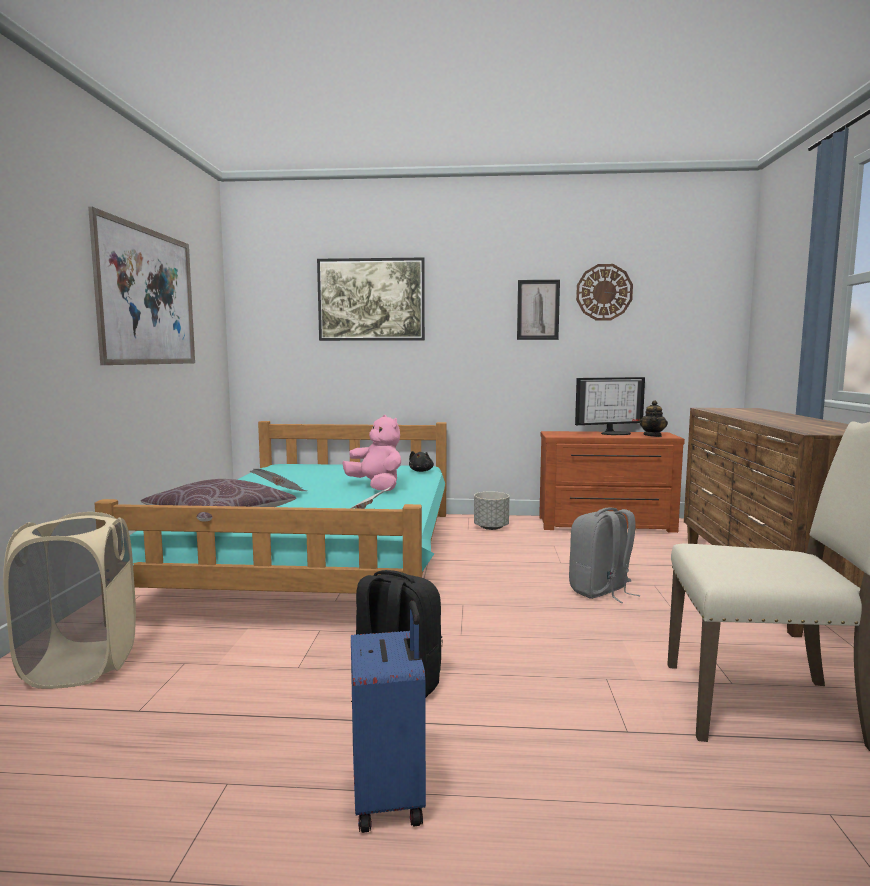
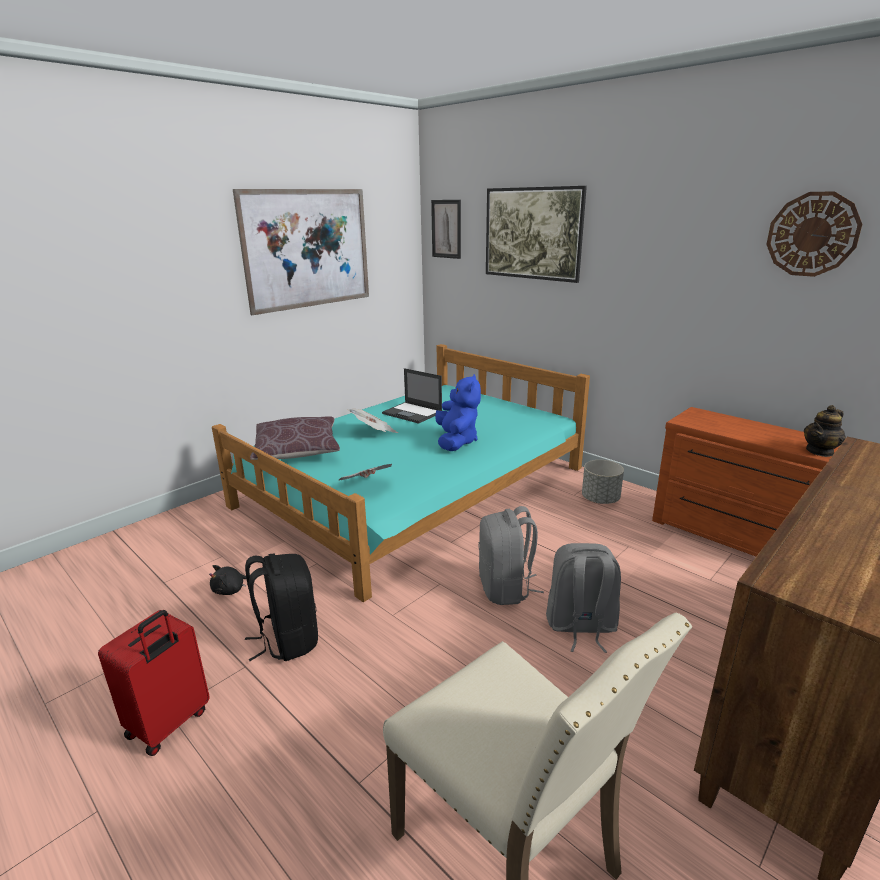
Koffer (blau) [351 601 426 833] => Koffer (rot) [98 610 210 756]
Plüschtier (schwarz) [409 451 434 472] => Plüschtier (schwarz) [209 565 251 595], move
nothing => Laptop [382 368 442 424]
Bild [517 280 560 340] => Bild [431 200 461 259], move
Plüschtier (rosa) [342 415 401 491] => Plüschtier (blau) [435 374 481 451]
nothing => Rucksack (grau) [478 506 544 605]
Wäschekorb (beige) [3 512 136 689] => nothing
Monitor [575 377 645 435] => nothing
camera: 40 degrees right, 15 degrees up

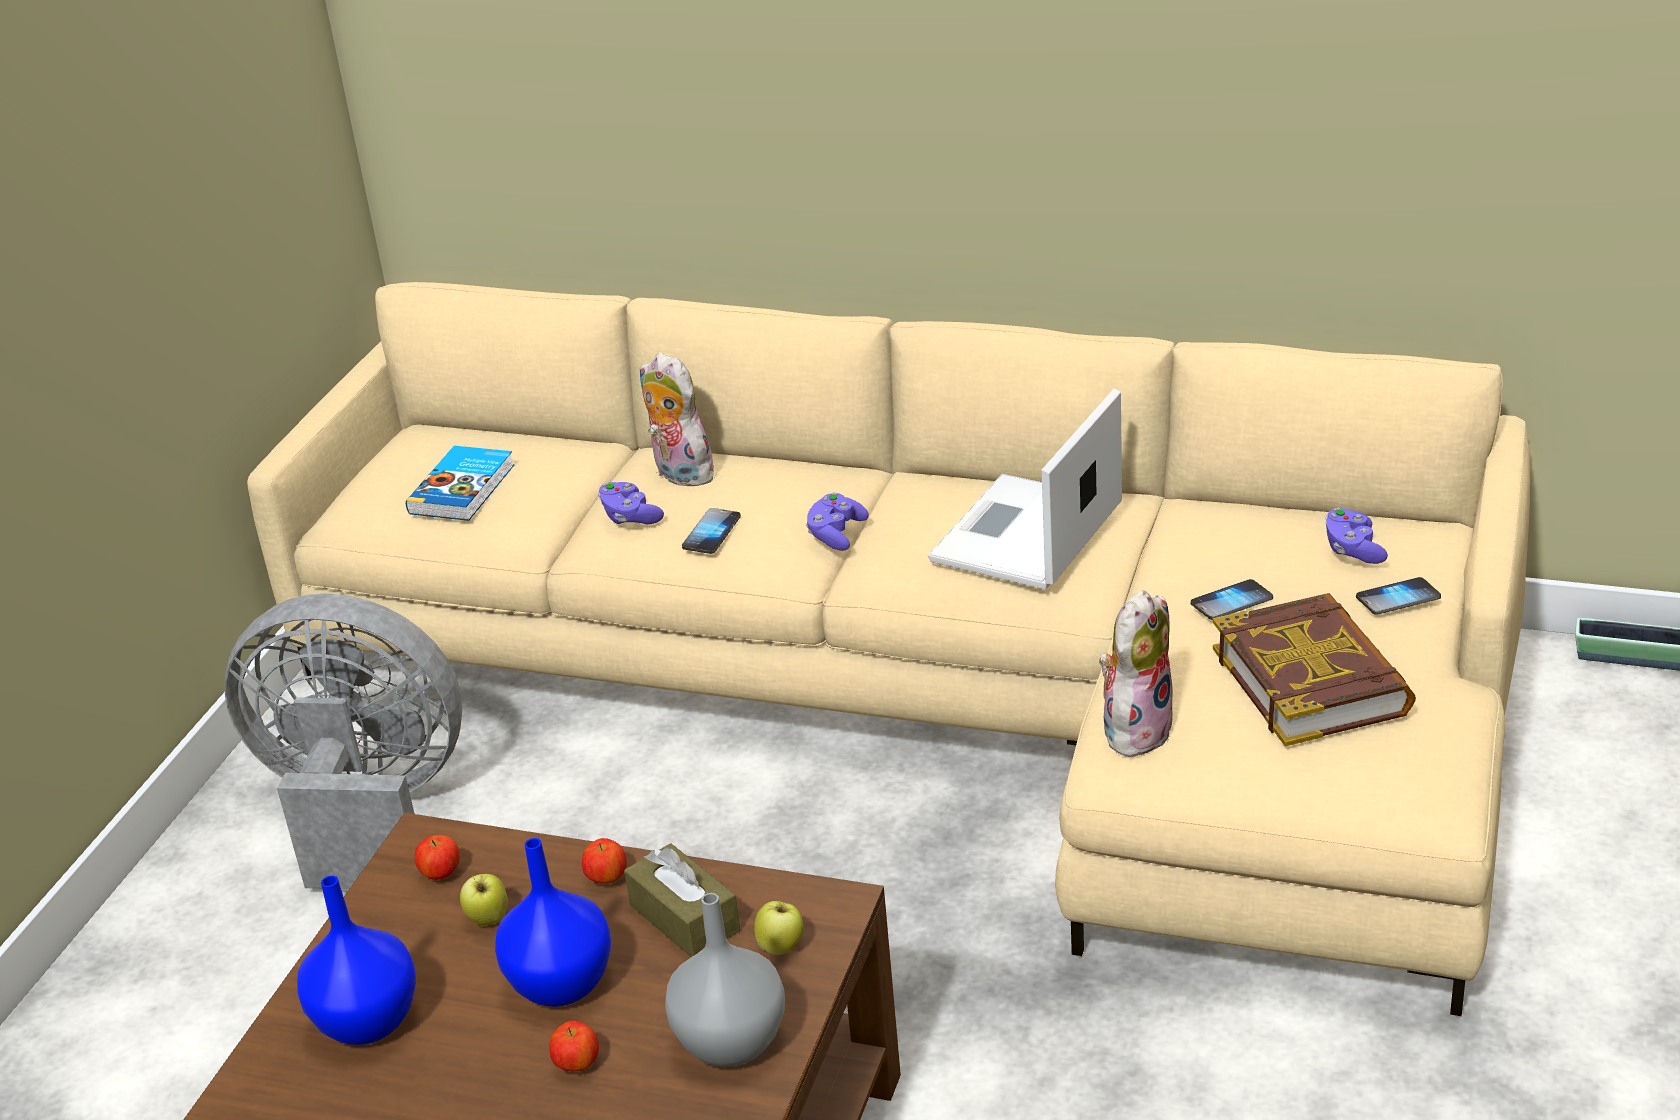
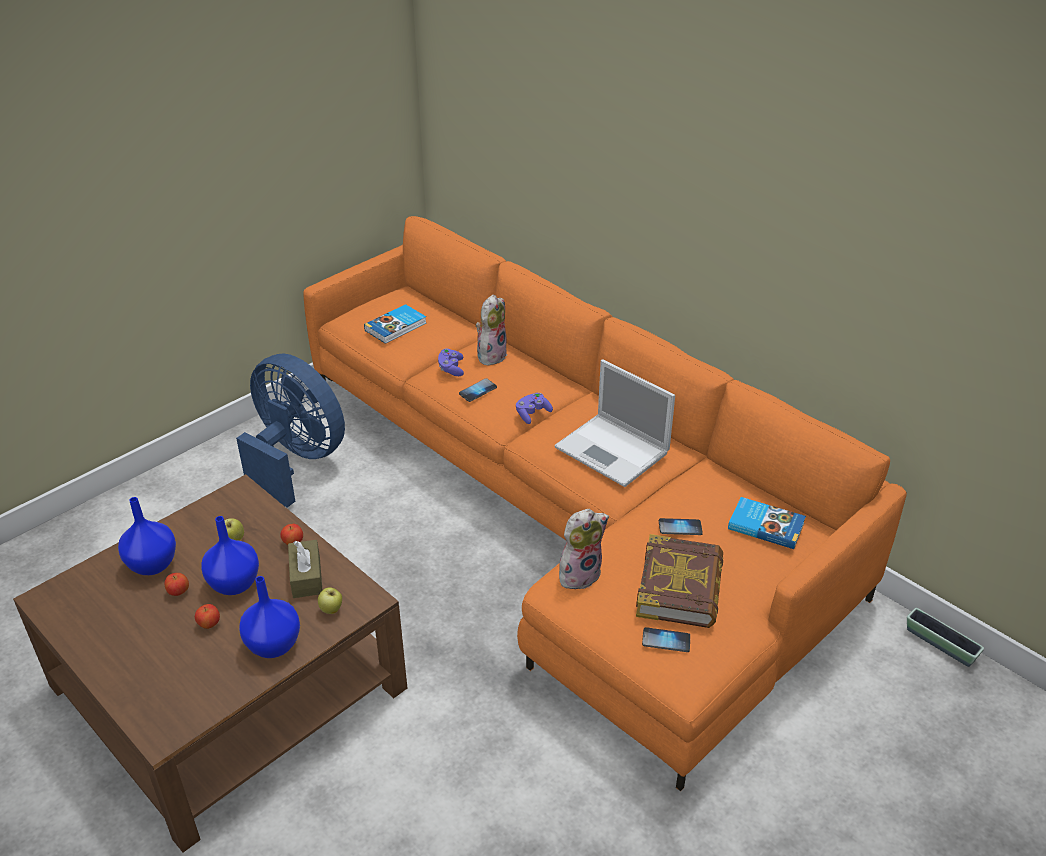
Apfel [415 835 460 880] => Apfel [164 573 189 596], move
Ventilator (grau) [225 593 462 890] => Ventilator (blau) [236 353 345 508]
Vase (grau) [665 893 785 1067] => Vase (blau) [239 576 300 658]
Sofa (beige) [247 282 1531 1017] => Sofa (orange) [303 216 907 791]
Plüschtier [640 352 715 486] => Plüschtier [476 294 508 366], 45 degrees clockwise
Laptop [928 389 1122 590] => Laptop [554 359 675 487], 105 degrees counterclockwise
Handy [1356 577 1441 615] => Handy [642 627 690 652], move
Gamepad (lila) [1325 508 1388 564] => Buch [728 497 806 549]
camera: 25 degrees right, 5 degrees up

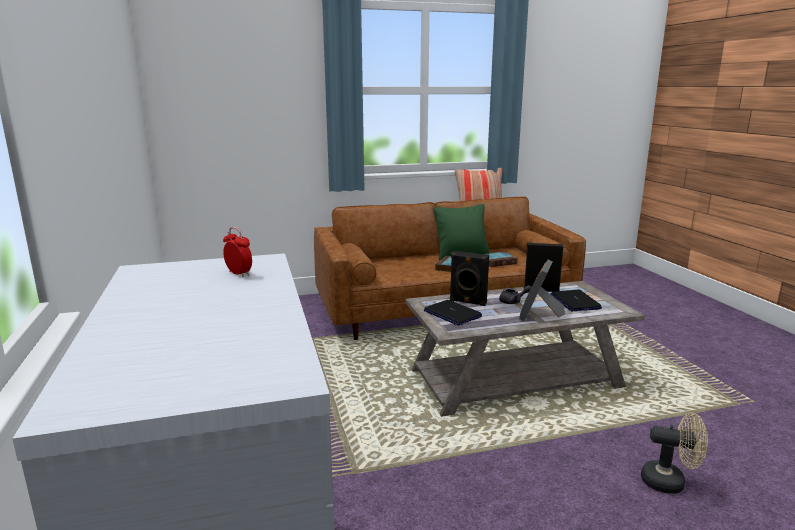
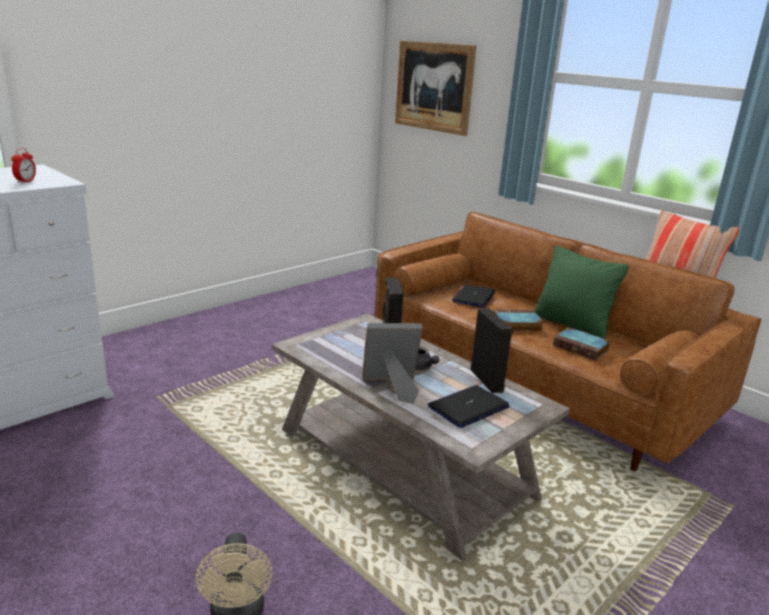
nothing => Bild [395 41 477 136]
Laptop [424 300 482 326] => Laptop [452 285 495 308], move
camera: 60 degrees right, 5 degrees up

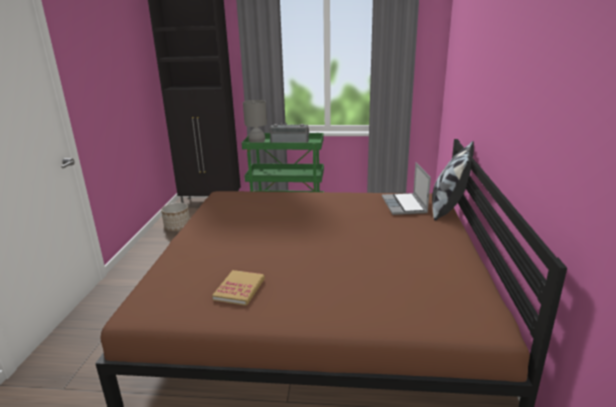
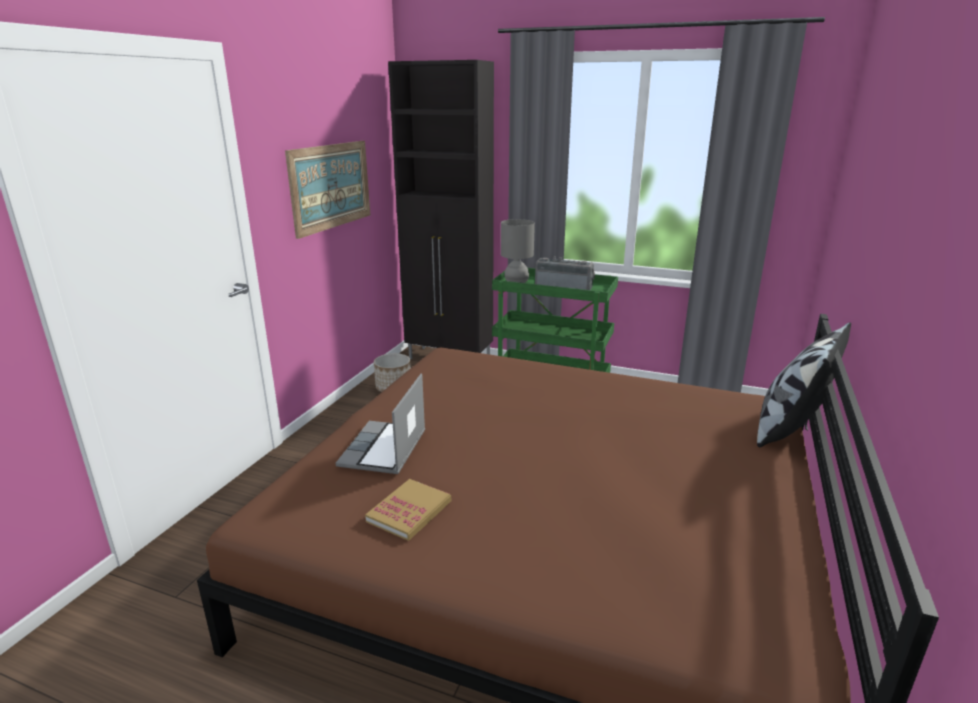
nothing => Bild [285 141 370 239]
Laptop [382 162 431 215] => Laptop [336 374 425 474], move
camera: 15 degrees right, 0 degrees up

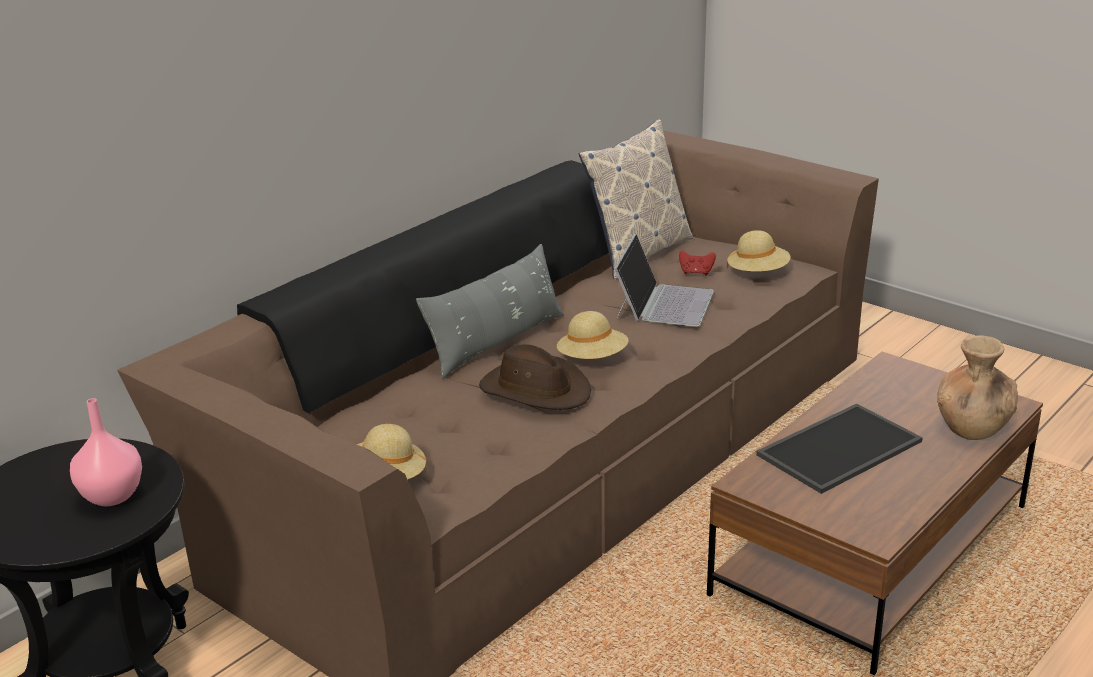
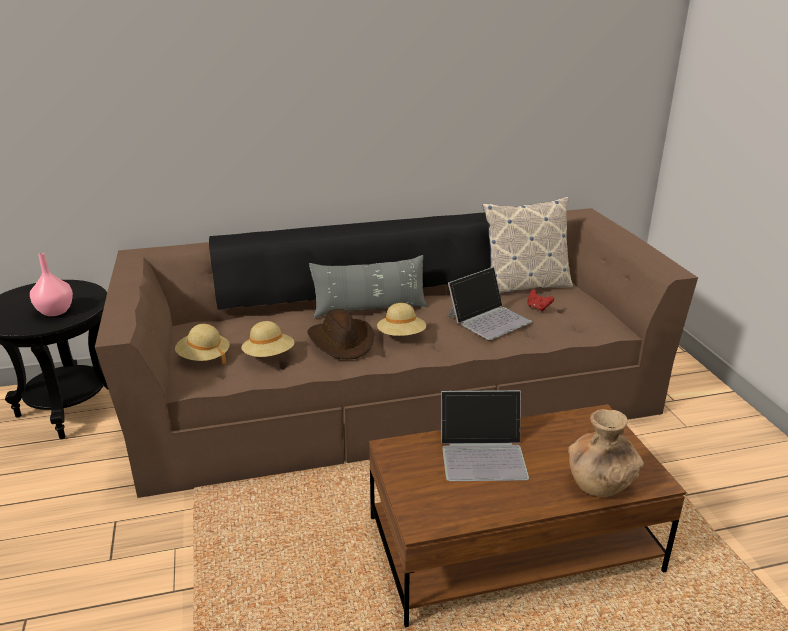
Hut (beige) [727 230 791 272] => Hut (beige) [241 321 294 357], move
Tablett [756 404 923 494] => Laptop [440 390 529 481]
camera: 35 degrees right, 0 degrees up

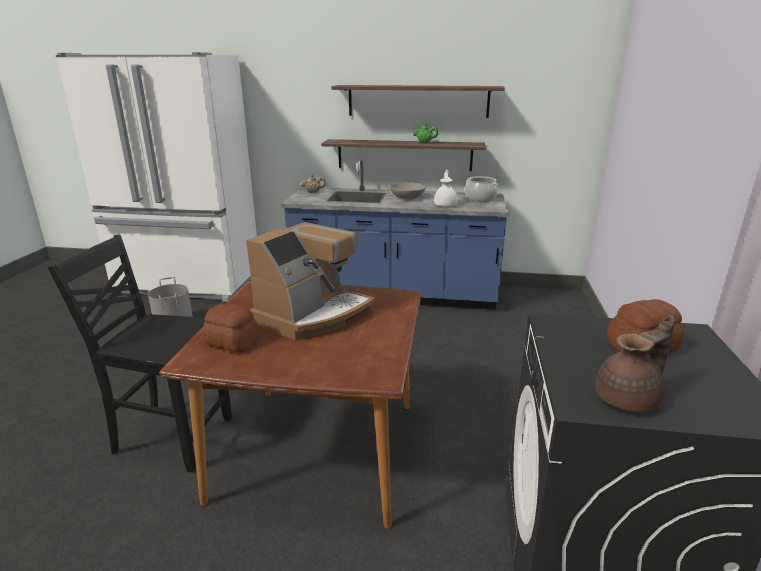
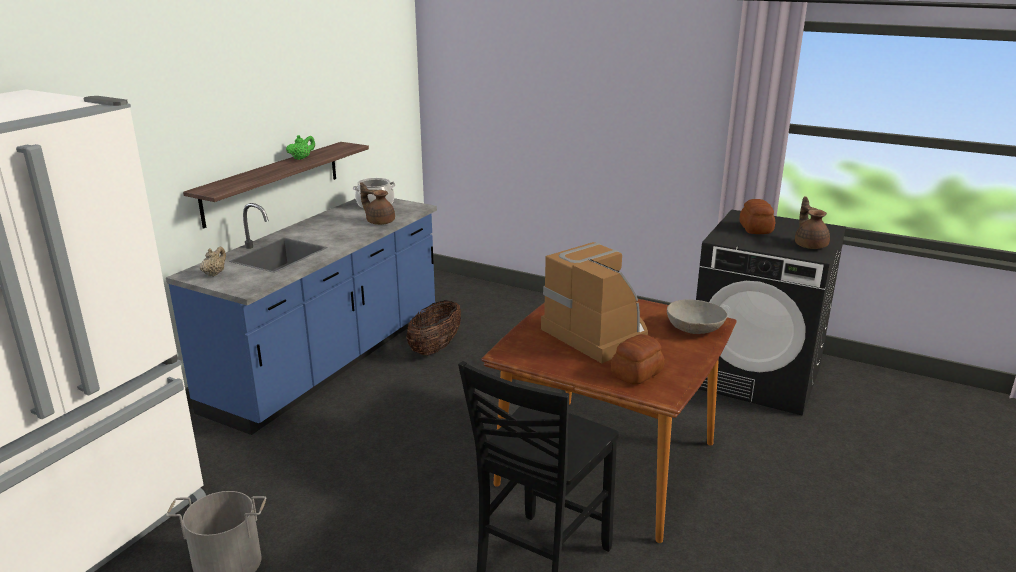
Teekanne (weiß) [434 170 458 207] => Teekanne (braun) [360 182 395 225]
nothing => Korb [406 300 461 355]
Schüssel (grau) [390 182 426 199] => Schüssel (grau) [667 299 727 334], move
Wandregal [331 85 505 118] => nothing
camera: 70 degrees left, 0 degrees up

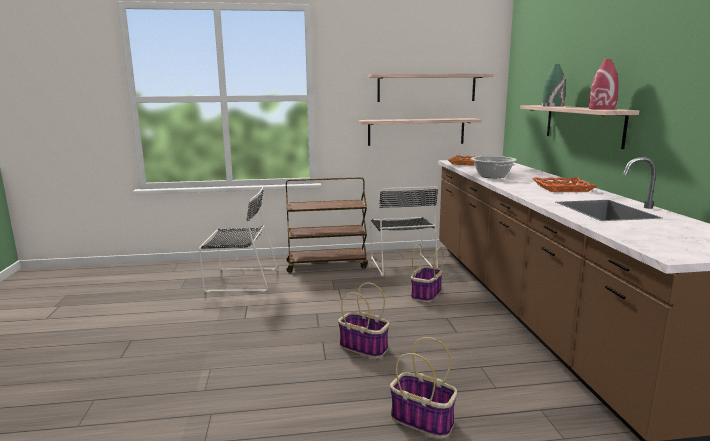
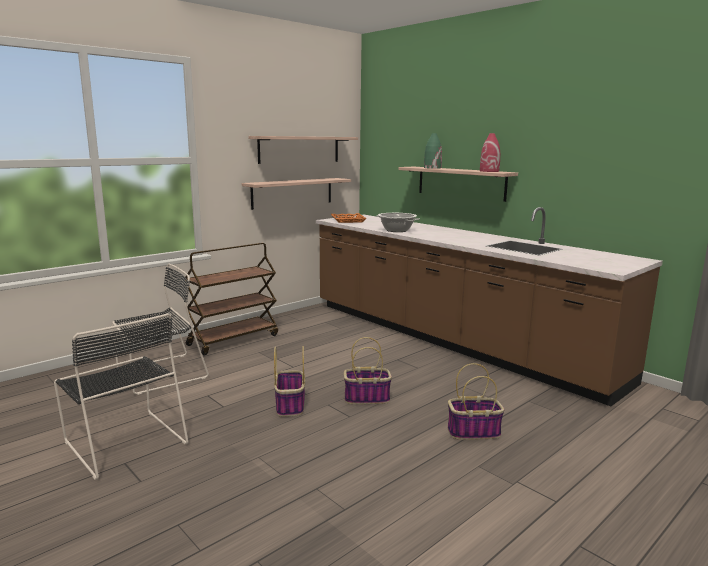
Stuhl (schwarz) [370 186 438 276] => Stuhl (schwarz) [54 313 189 480], move
Korb [411 243 443 302] => Korb [274 346 305 417], move
Tablett (orange) [532 177 597 192] => nothing
camera: 35 degrees left, 0 degrees up

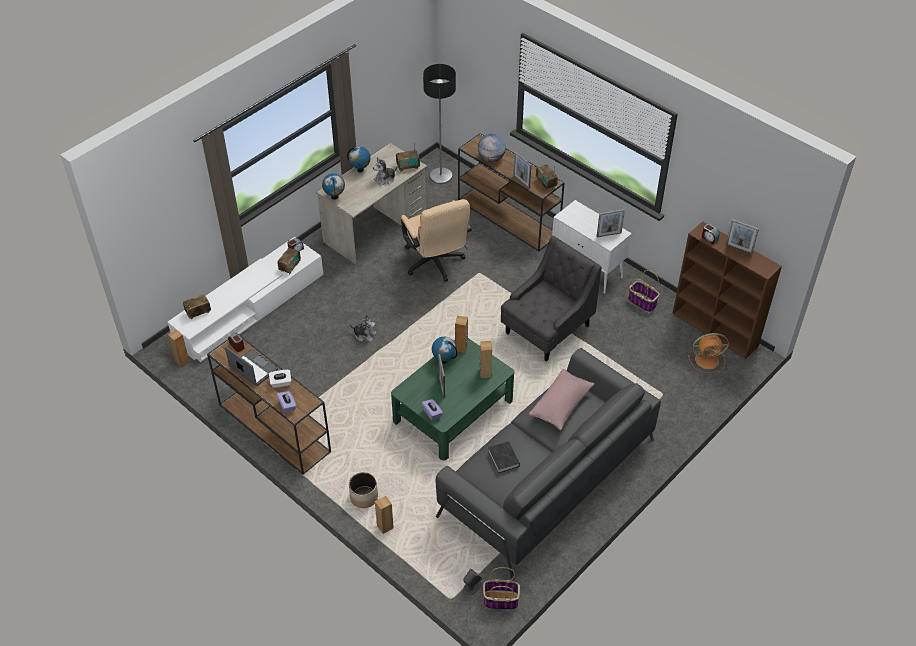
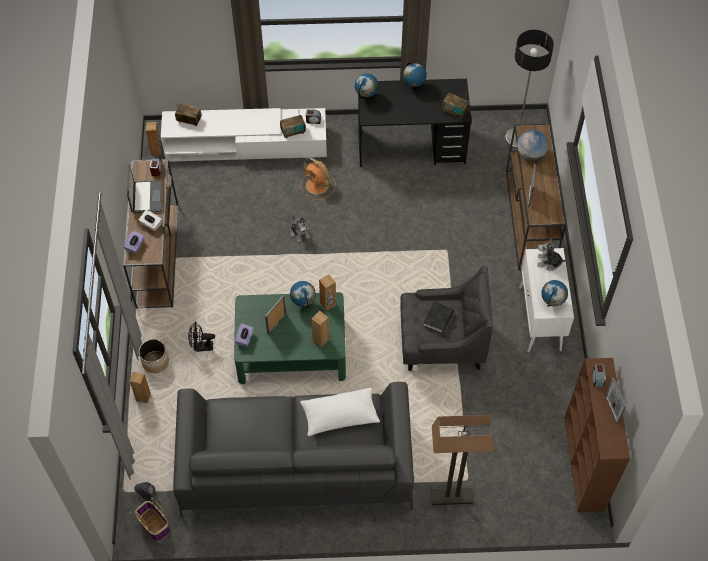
nothing => Ventilator (schwarz) [188 322 215 352]
Ventilator (orange) [688 333 729 373] => Ventilator (orange) [300 157 336 200], move
Kissen (rosa) [529 369 595 430] => Kissen (weiß) [300 388 380 436]
Schreibtisch (beige) [316 143 427 265] => Schreibtisch (schwarz) [358 79 472 167]
Buch (schwarz) [488 442 520 473] => Buch (schwarz) [423 301 454 334], move
nothing => Stehlampe [431 415 494 505]
Plüschtier [373 157 397 186] => Plüschtier [537 238 568 271], move
Bilderrahmen [597 209 625 237] => Globus [542 280 568 307]
Bürostuhl (beige) [401 199 472 282] => nothing
Radio [536 164 558 190] => nothing
Korb [628 270 659 313] => nothing
camera: 45 degrees right, 10 degrees up

